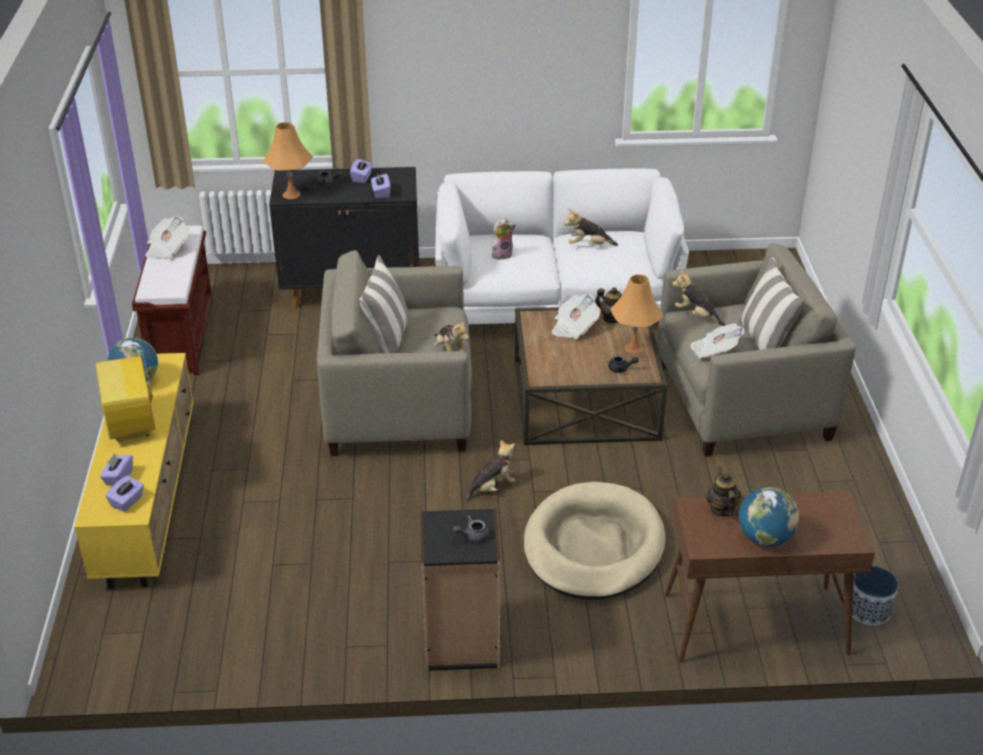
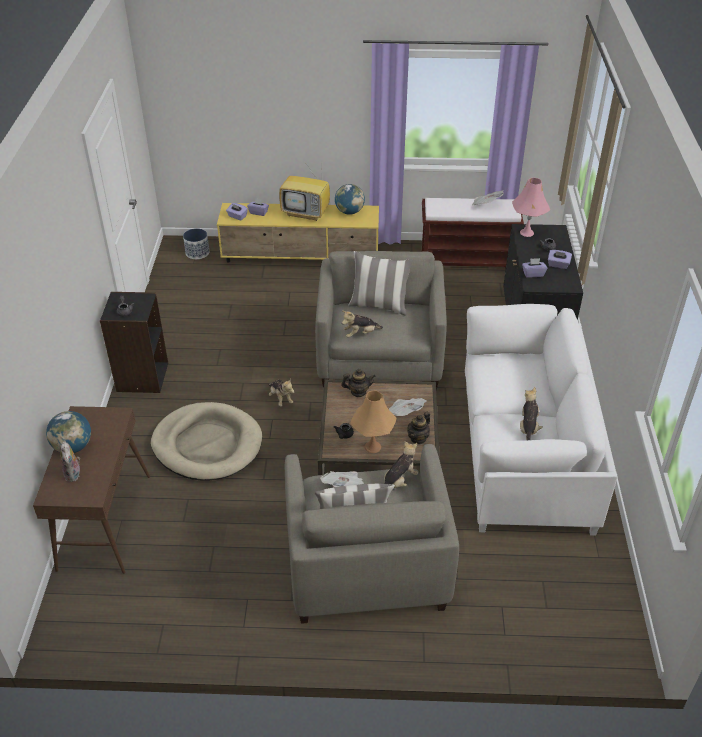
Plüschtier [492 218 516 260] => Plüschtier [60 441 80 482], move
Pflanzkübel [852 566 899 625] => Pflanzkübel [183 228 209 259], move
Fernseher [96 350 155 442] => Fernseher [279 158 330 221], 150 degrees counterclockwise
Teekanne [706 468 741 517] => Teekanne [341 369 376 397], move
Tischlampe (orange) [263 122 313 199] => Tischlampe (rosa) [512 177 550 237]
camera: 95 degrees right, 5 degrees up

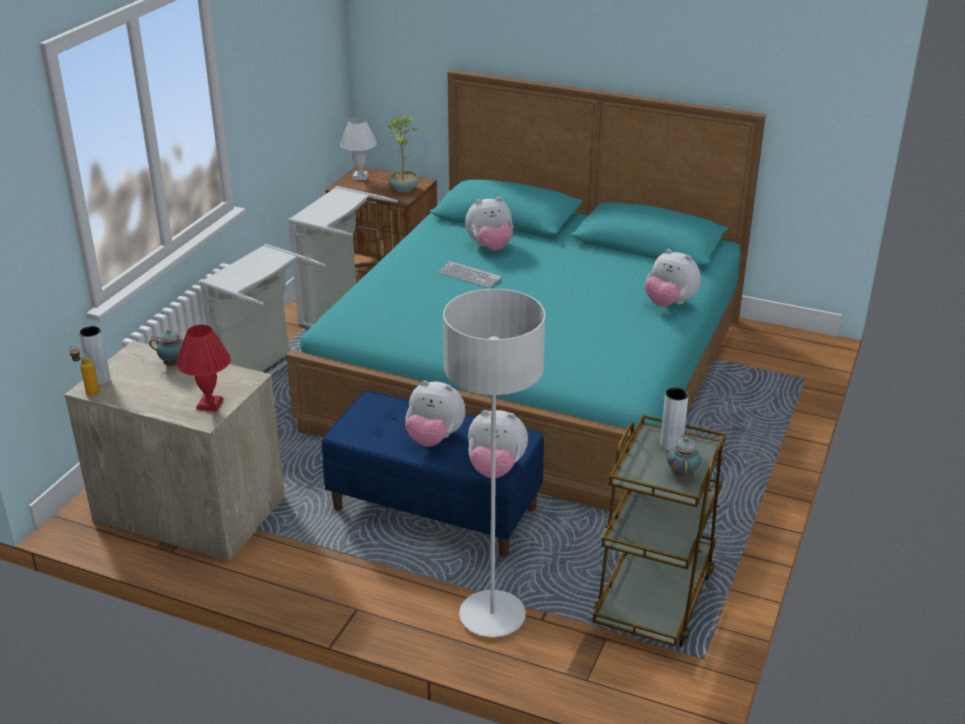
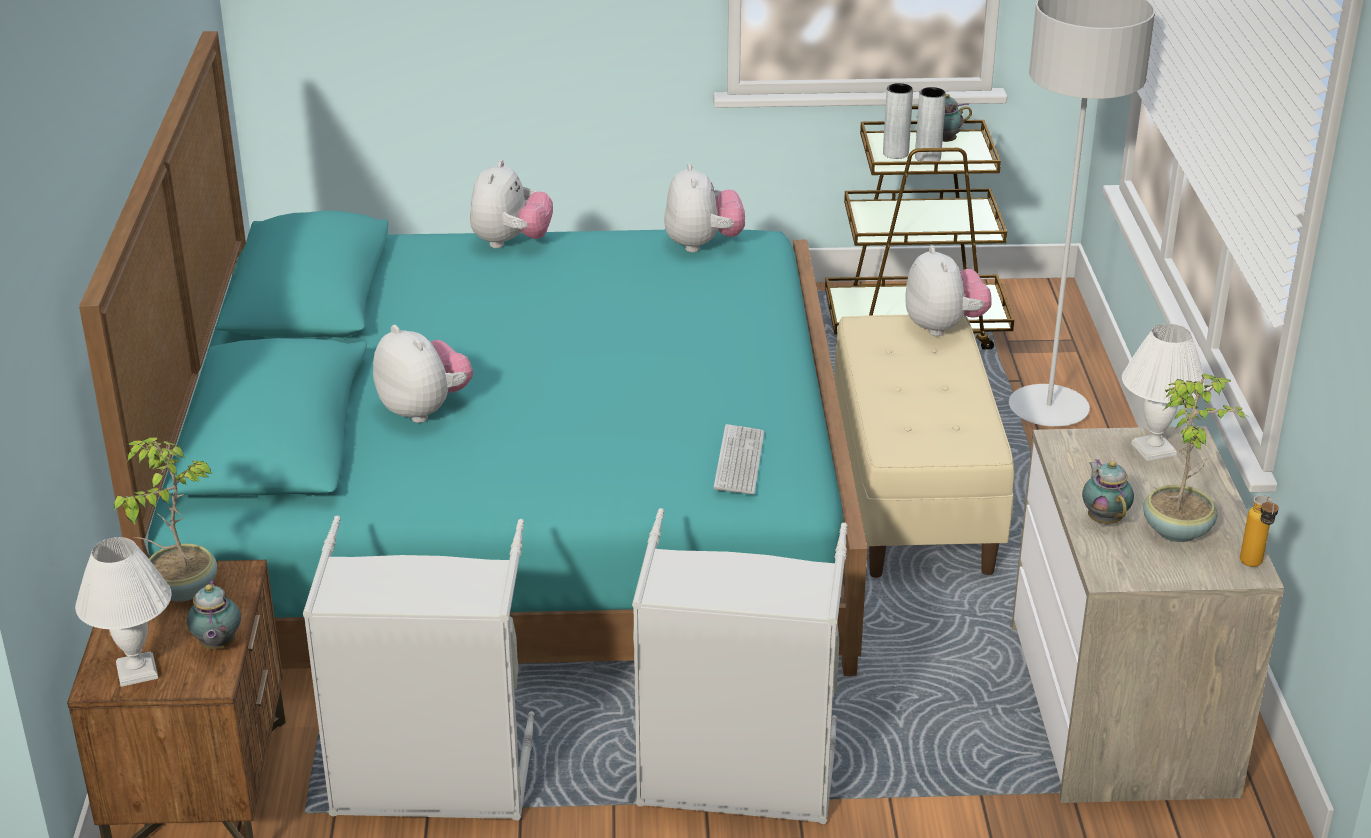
nothing => Teekanne [187 580 241 649]
Plüschtier [405 380 466 447] => Plüschtier [664 163 745 253], move
Tastatur [439 261 502 288] => Tastatur [713 424 764 495], move
Bank (blau) [322 391 544 557] => Bank (beige) [834 315 1014 578]
Vase (grau) [79 326 110 385] => Vase (grau) [915 87 946 161], move
Tischlampe (rot) [176 325 231 411] => Tischlampe (weiß) [1122 324 1207 461]
nothing => Topfpflanze [1143 374 1245 542]
camera: 115 degrees left, 0 degrees up

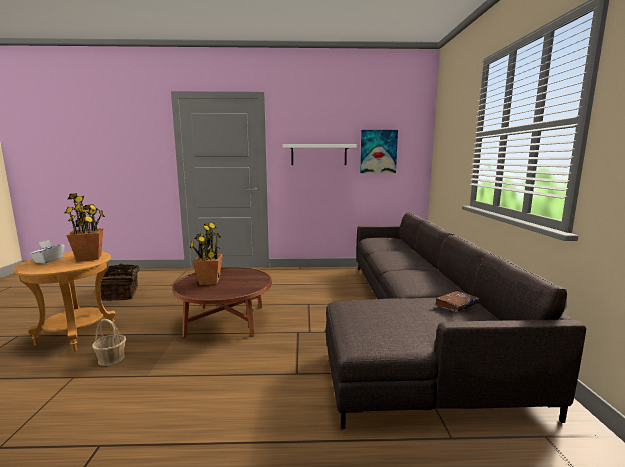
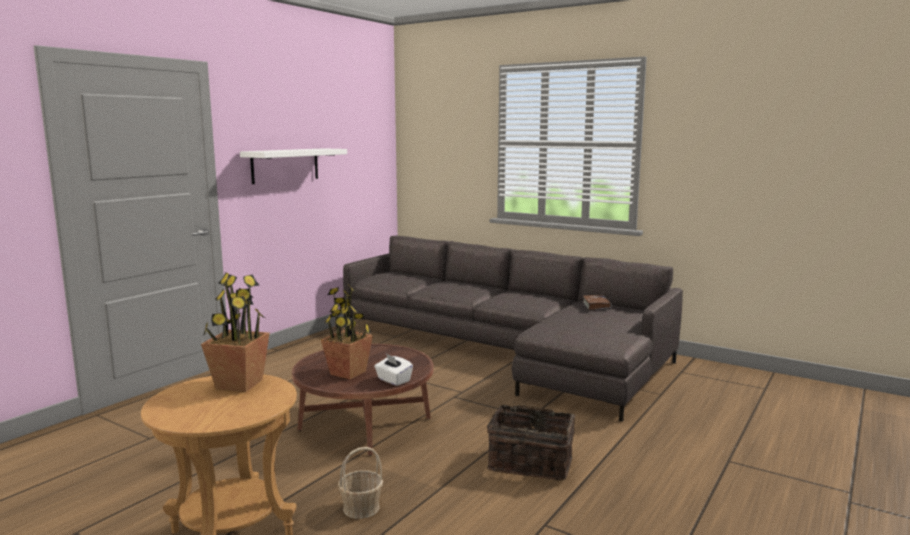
Taschentuchbox (weiß) [30 240 65 263] => Taschentuchbox (weiß) [374 354 413 386], move
Korb [100 264 145 301] => Korb [486 402 575 481], move
Bild [360 130 398 173] => nothing
camera: 55 degrees left, 0 degrees up

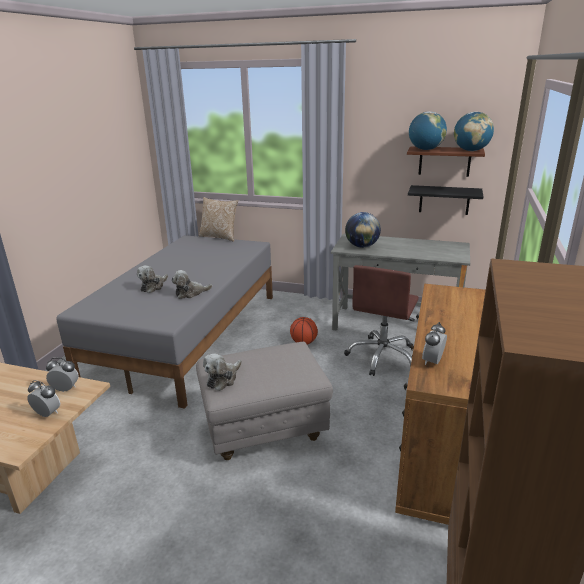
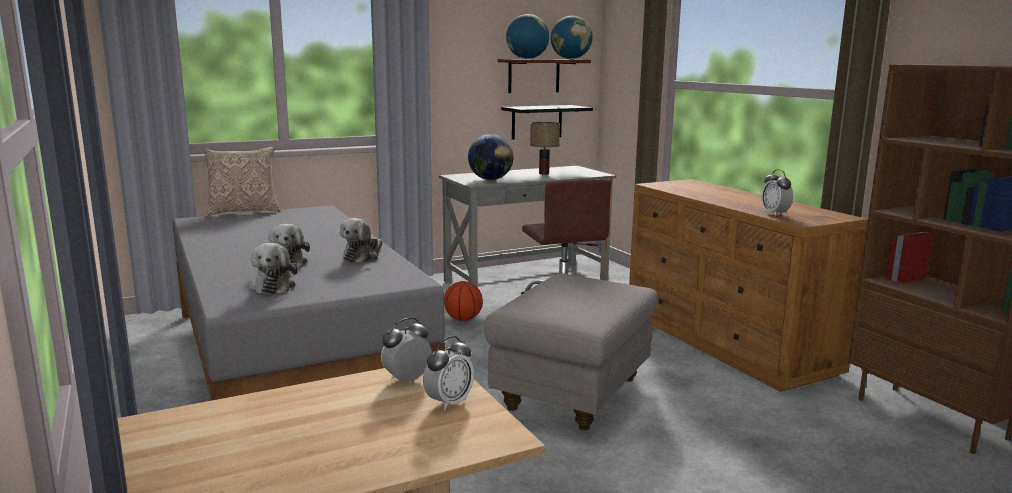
Plüschtier [203 353 242 391] => Plüschtier [249 243 298 294], move
Wecker [27 380 60 417] => Wecker [423 336 474 410], 150 degrees clockwise
nothing => Tischlampe [530 122 560 175]
camera: 45 degrees left, 10 degrees down

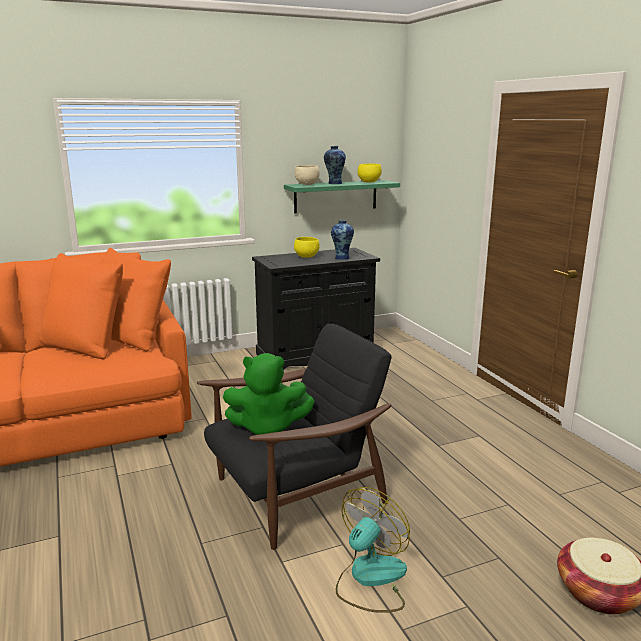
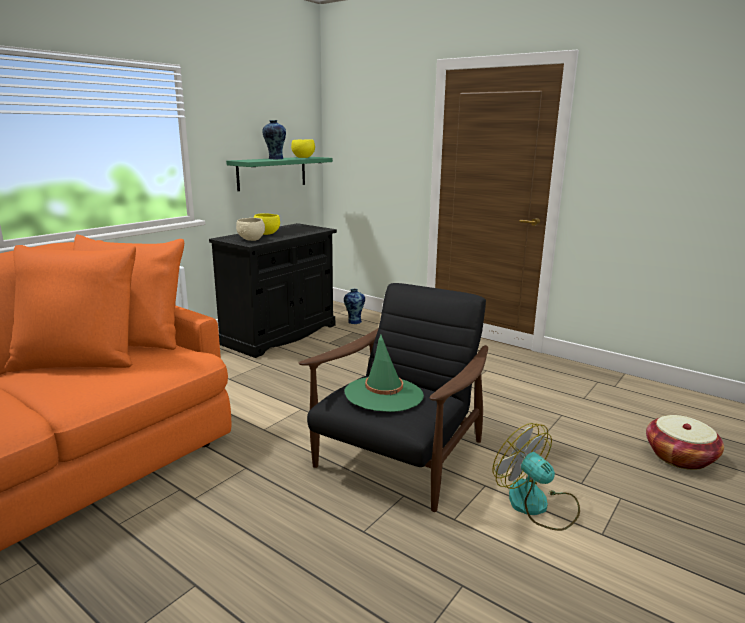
Schüssel (beige) [295 165 320 185] => Schüssel (beige) [236 218 265 241], move
Vase [331 220 354 260] => Vase [344 289 365 324], move
Plüschtier (grün) [223 353 314 435] => Hut (grün) [344 335 424 412]
Ventilator [336 487 410 613] => Ventilator [493 423 580 531], 45 degrees counterclockwise
camera: 30 degrees left, 0 degrees up

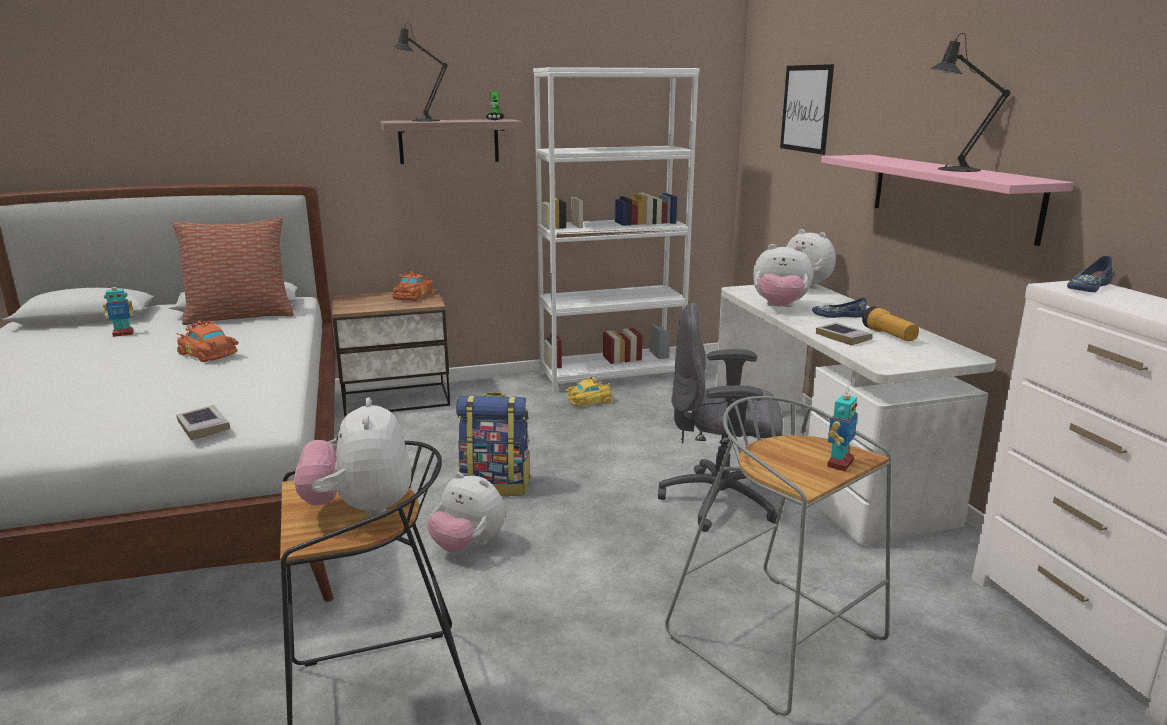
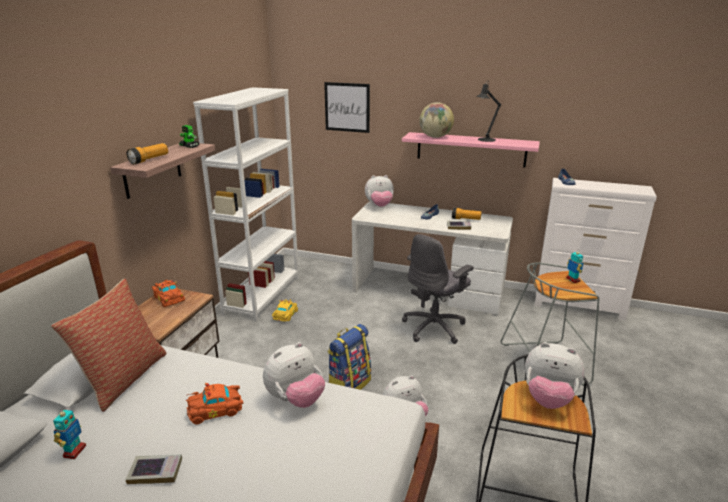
Buch [176 405 231 441] => Buch [126 455 182 484], move
Tischlampe (schwarz) [392 23 448 122] => Taschenlampe [127 143 168 164]
Plüschtier [753 244 813 307] => Plüschtier [263 342 325 408], move
nothing => Globus [419 102 454 138]
camera: 55 degrees left, 5 degrees up

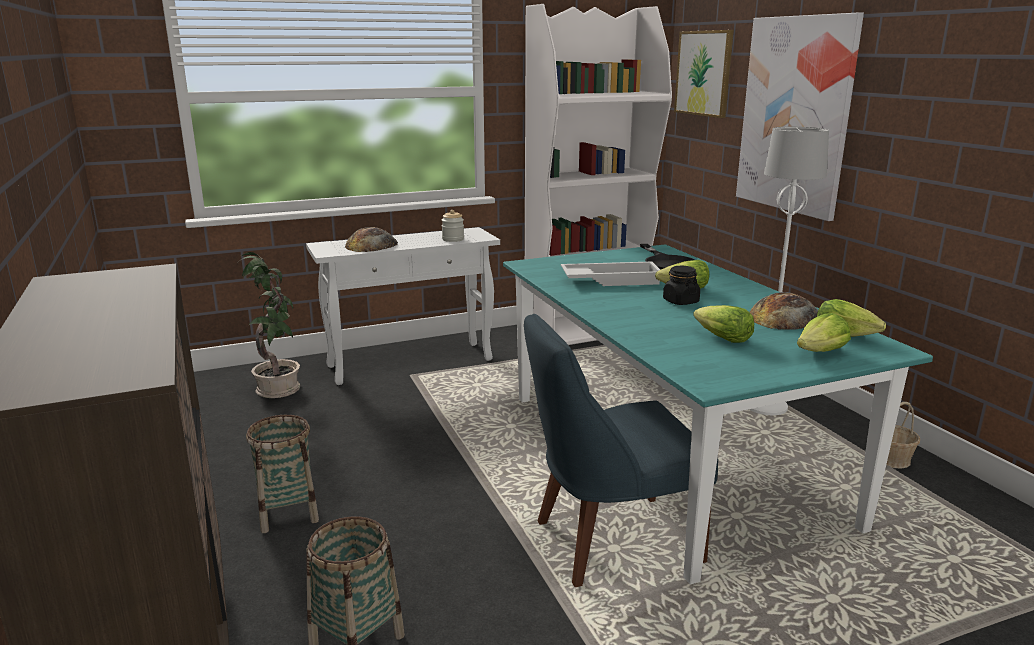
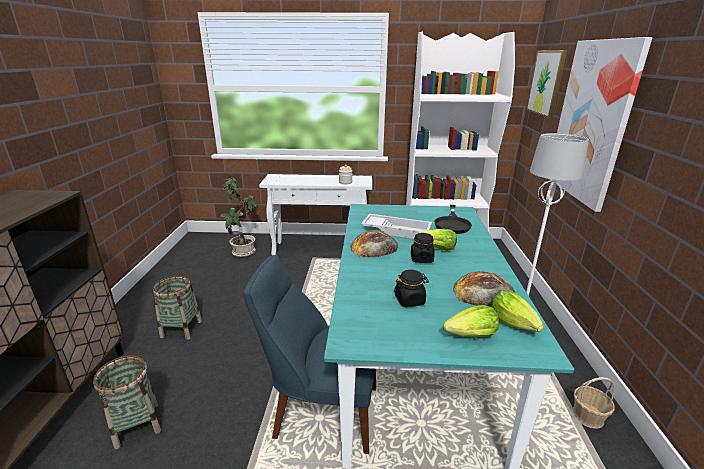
Brot [345 227 398 252] => Brot [350 230 399 257], move
Salatkopf [693 305 754 343] => Vorratsglas (schwarz) [394 270 429 307]
camera: 25 degrees right, 5 degrees up

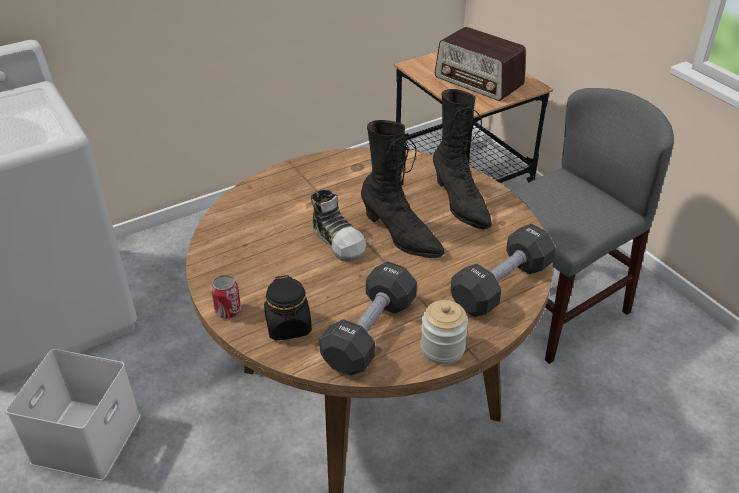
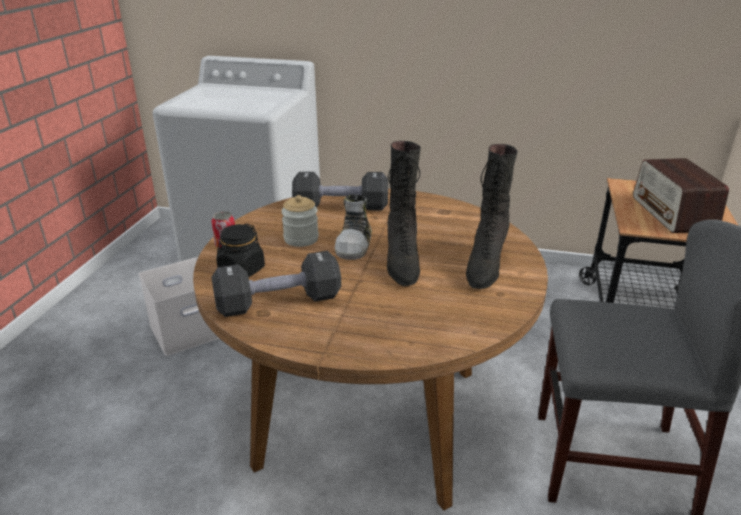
Vorratsglas [420 300 468 364] => Vorratsglas [281 195 319 247], move
Hantel (schwarz) [451 224 556 317] => Hantel (schwarz) [292 172 388 210], move
camera: 45 degrees right, 10 degrees down

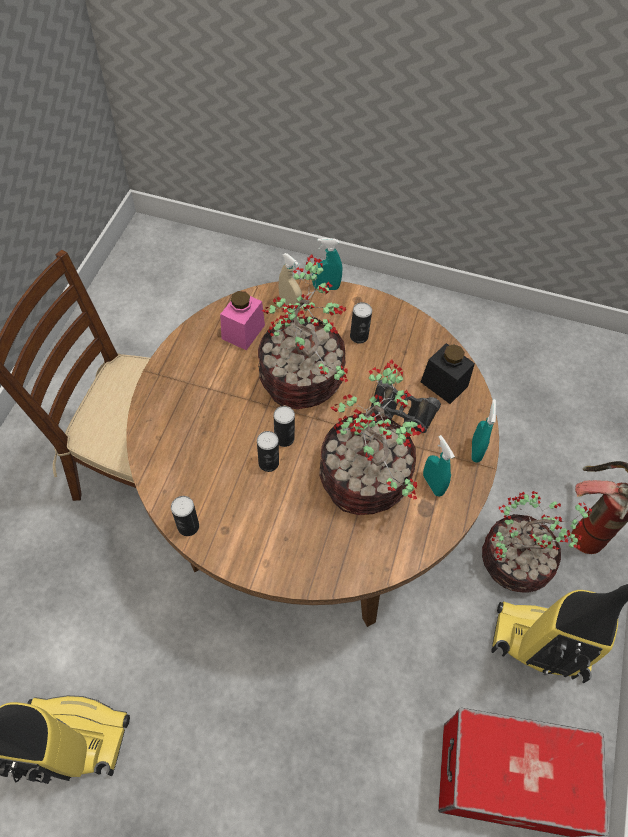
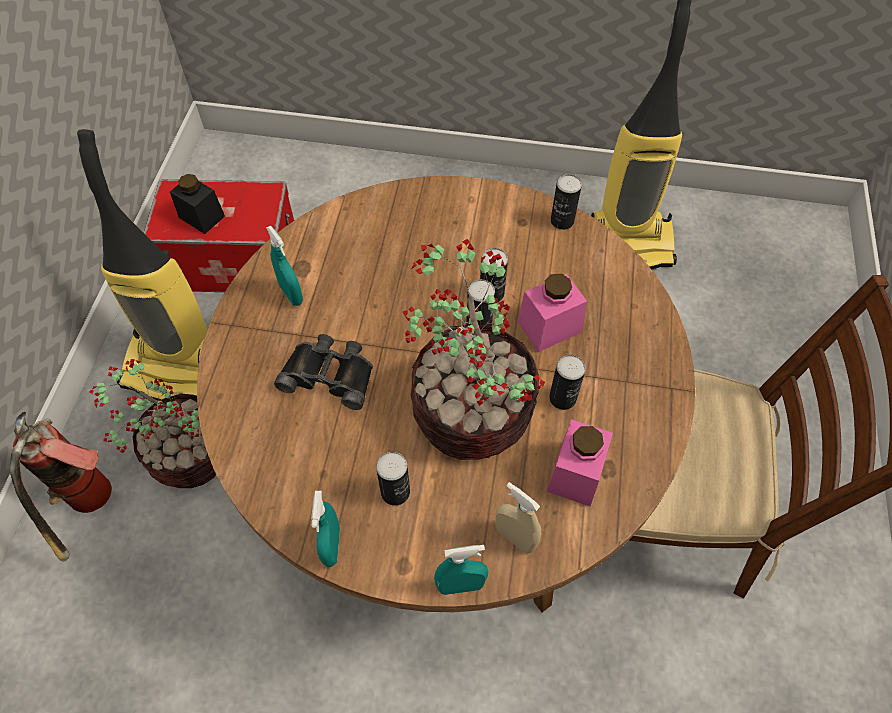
Vorratsglas (schwarz) [421 343 475 404] => Vorratsglas (schwarz) [170 174 225 234], move
Sprühflasche (türkis) [471 399 496 463] => Sprühflasche (türkis) [311 491 340 567], move
nothing => Vorratsglas (rosa) [518 274 587 352]
nothing => Dose [549 355 586 410]
Topfpflanze [319 360 425 515] => nothing
camera: 175 degrees right, 0 degrees up

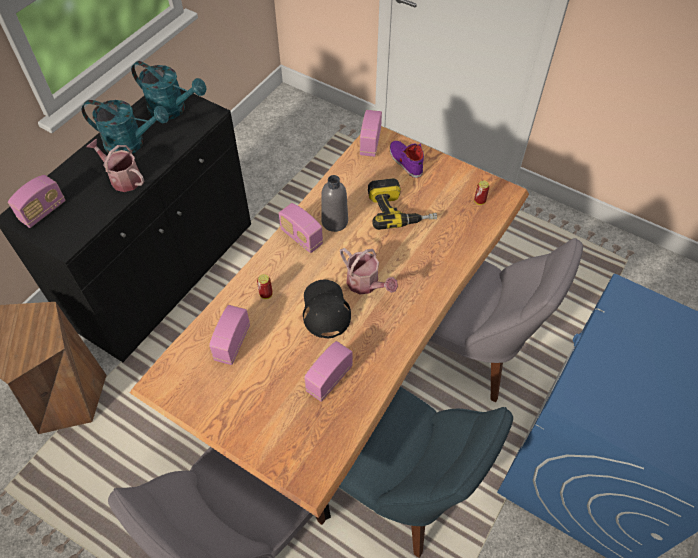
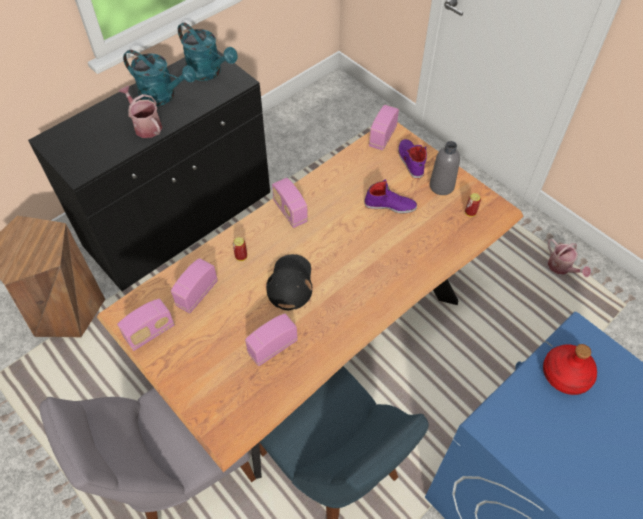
Radio [8 175 66 228] => Radio [117 298 175 351], move
Bohrmaschine [368 178 437 230] => Schuh (lila) [364 179 417 214]
Flasche (grau) [321 175 348 232] => Flasche (grau) [430 141 460 195], move
nothing => Flasche (rot) [543 344 597 395]
Gießkanne [340 248 398 294] => Gießkanne [547 239 591 277], move
Stuhl (grau) [429 238 583 402] => nothing
camera: 15 degrees right, 0 degrees up

